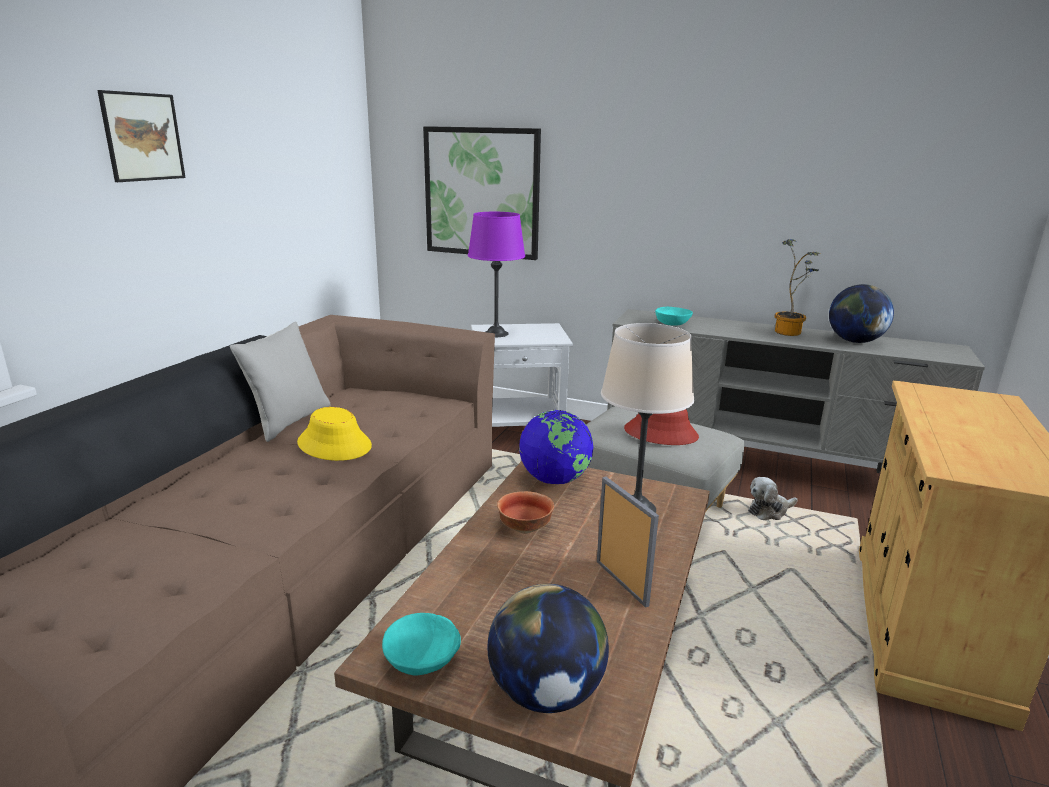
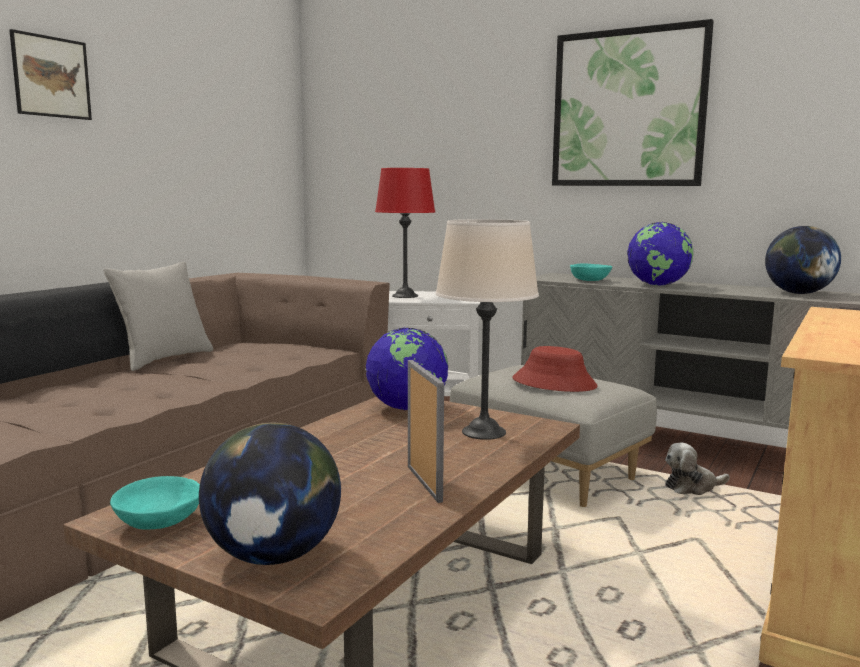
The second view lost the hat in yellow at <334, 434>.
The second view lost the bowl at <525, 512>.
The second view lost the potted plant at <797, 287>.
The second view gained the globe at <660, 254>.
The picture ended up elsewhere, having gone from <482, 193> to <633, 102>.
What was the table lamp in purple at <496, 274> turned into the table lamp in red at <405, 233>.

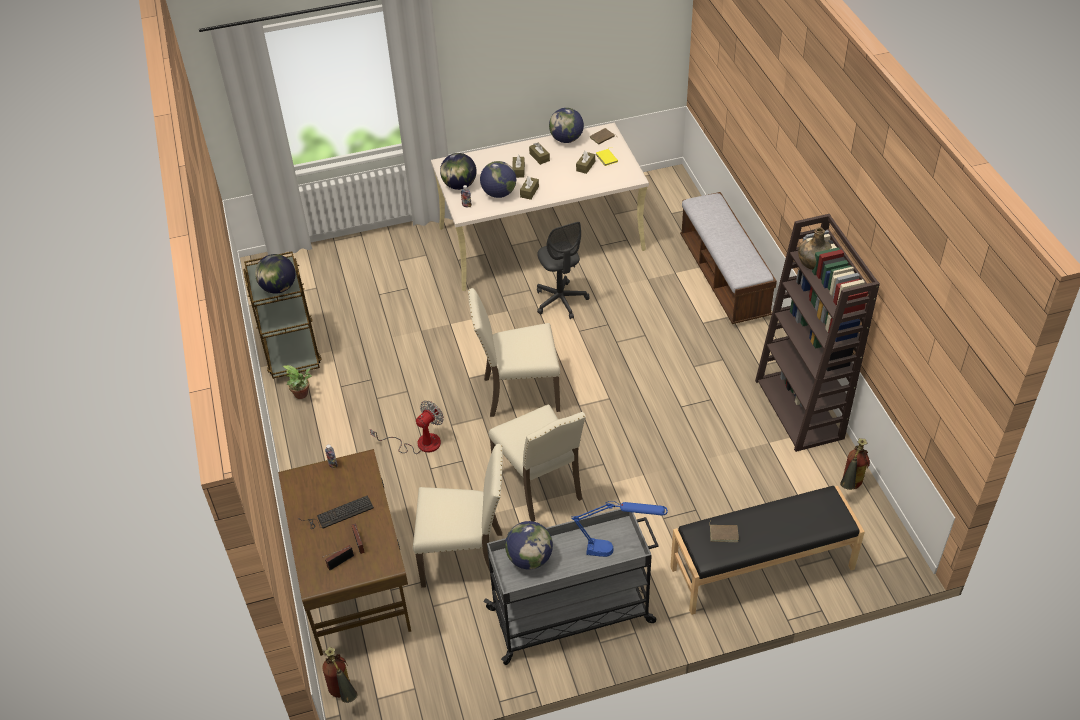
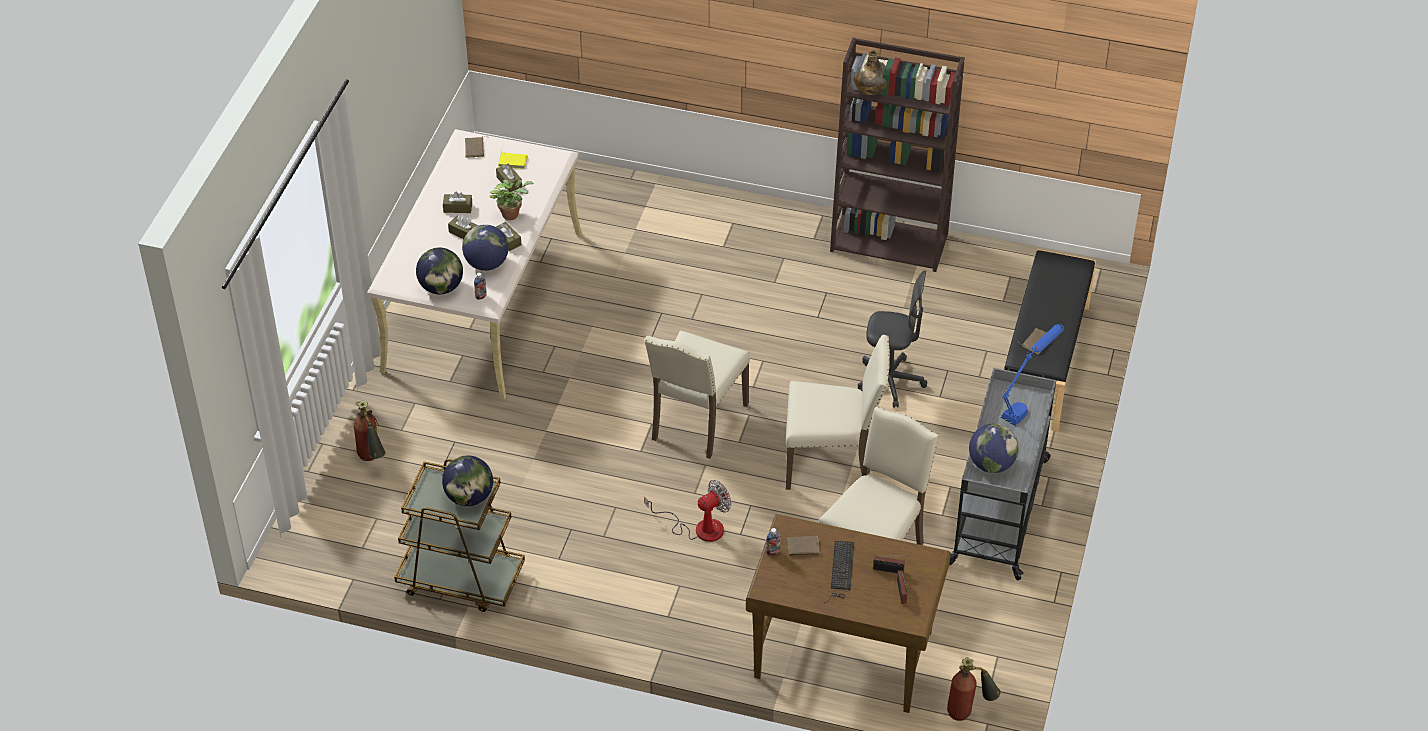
The second view lost the globe at <566, 125>.
The second view lost the bench at <728, 258>.
The second view gained the book in brown at <804, 547>.
The potted plant ended up elsewhere, having gone from <297, 382> to <512, 200>.
The office chair in grey ended up elsewhere, having gone from <563, 270> to <892, 339>.
The fire extinguisher ended up elsewhere, having gone from <855, 464> to <370, 431>.
The fan at <407, 427> ended up facing another way, 75 degrees clockwise from before.

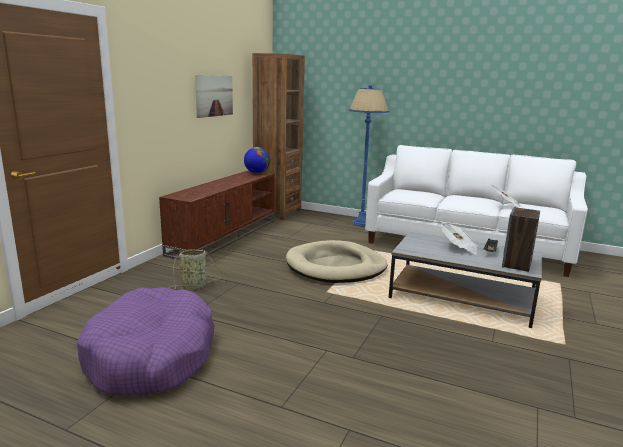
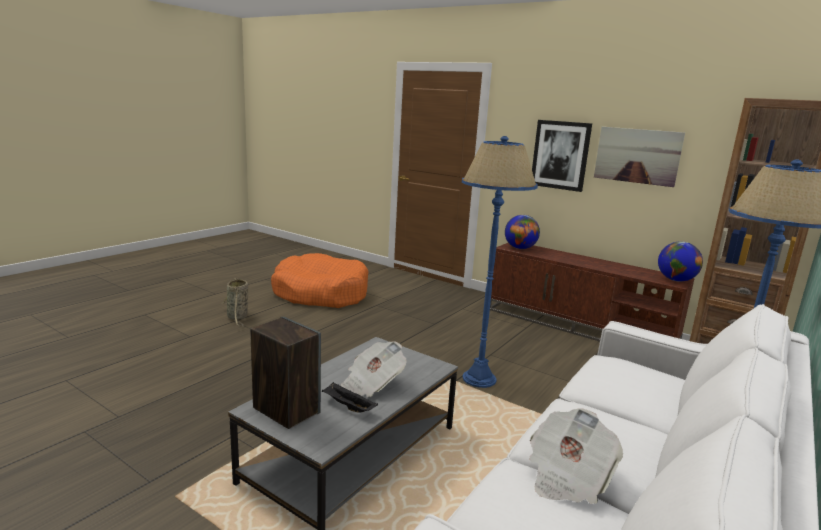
The second view gained the globe at <522, 232>.
The second view gained the picture at <562, 156>.
The basket ended up elsewhere, having gone from <198, 269> to <234, 302>.
Where the dog bed in beige stood at <336, 261>, the floor lamp in blue came to stand at <500, 262>.
What was the dog bed in purple at <145, 341> turned into the dog bed in orange at <320, 280>.

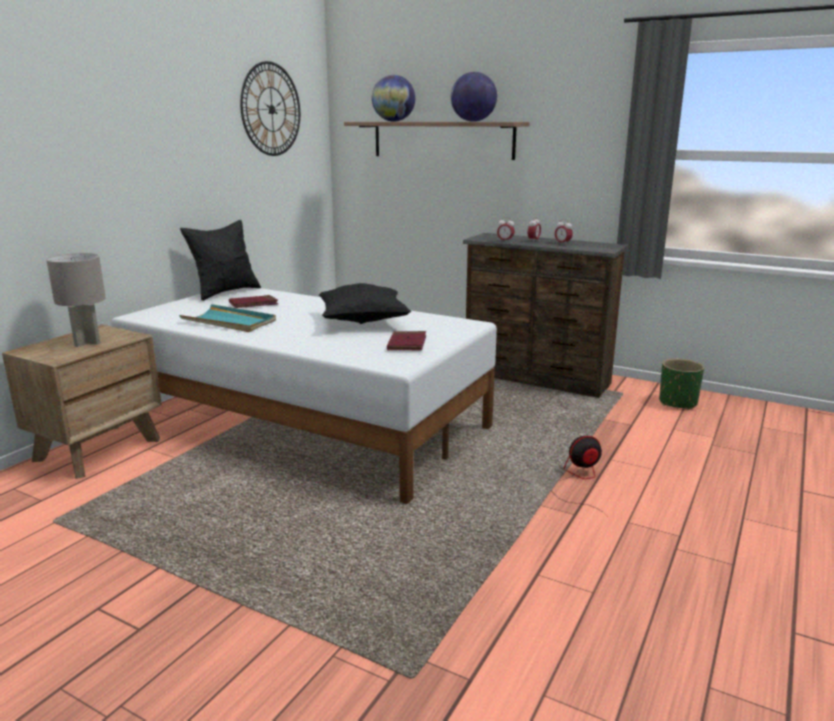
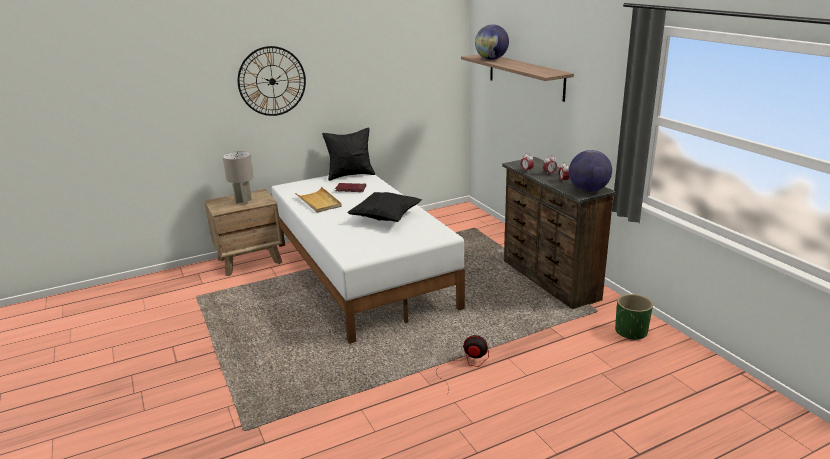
The second view lost the book in red at <406, 340>.
The wall clock ended up elsewhere, having gone from <270, 108> to <272, 81>.
The globe ended up elsewhere, having gone from <474, 97> to <590, 171>.
What was the tray in turquoise at <227, 318> turned into the tray in beige at <318, 200>.

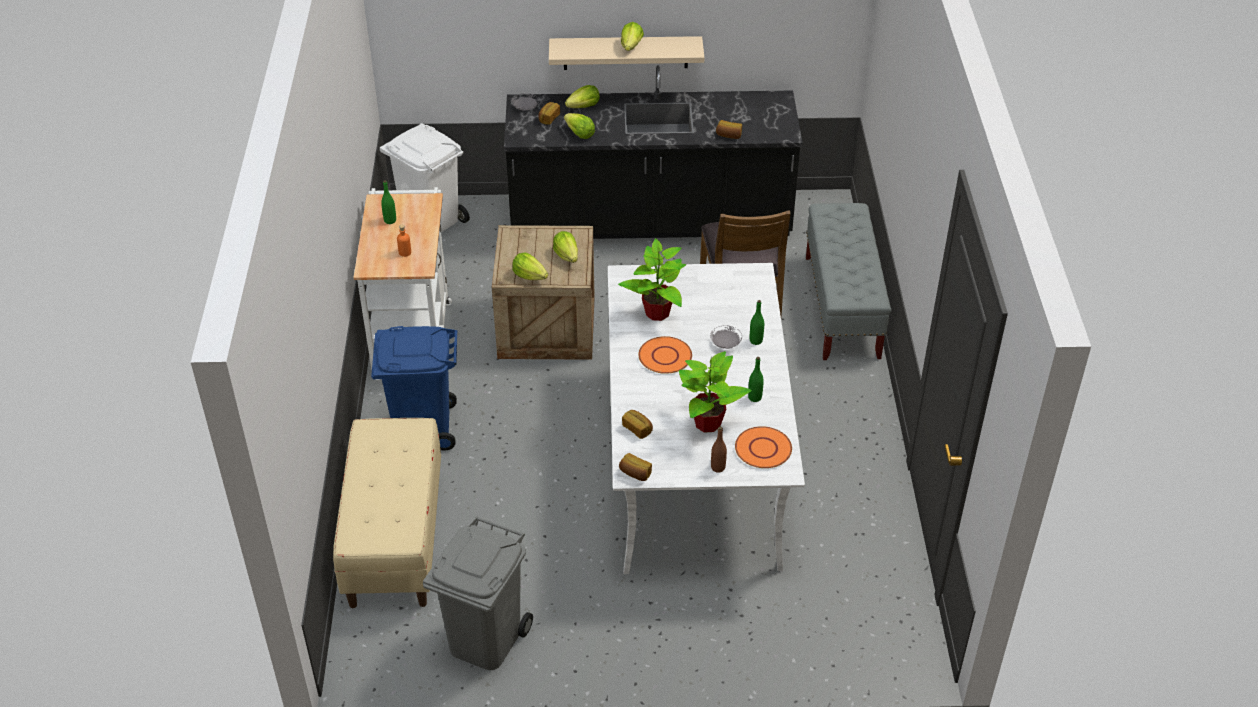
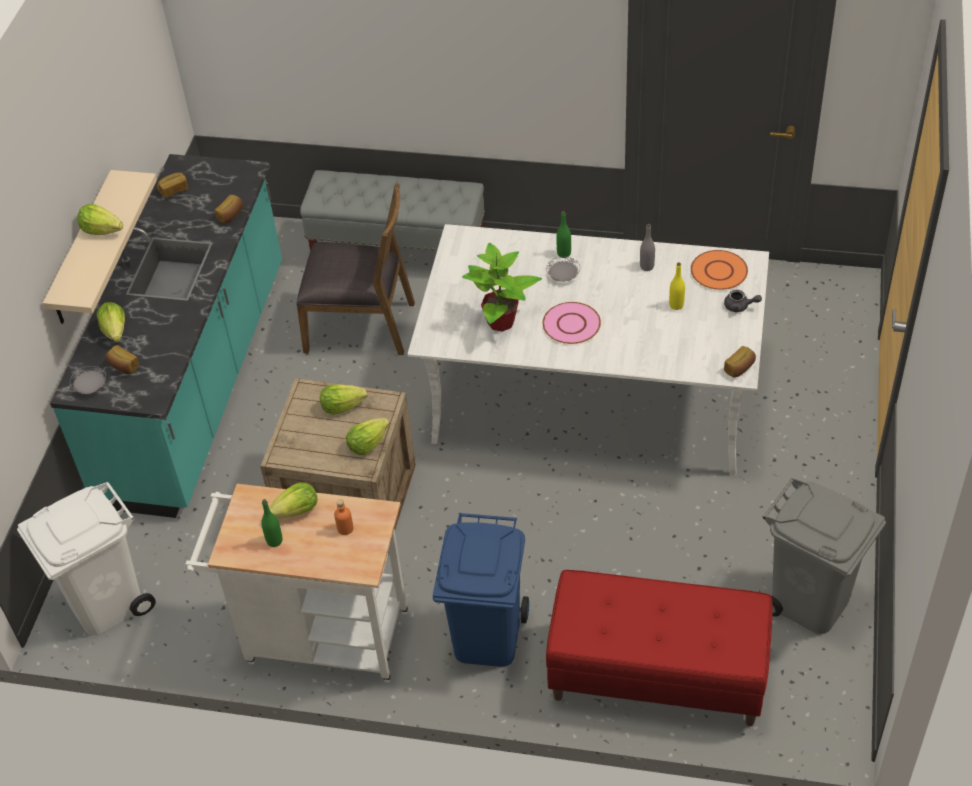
The lettuce ended up elsewhere, having gone from <579, 126> to <293, 500>.
The bread ended up elsewhere, having gone from <637, 424> to <172, 185>.
Where the potted plant stood at <715, 392>, the bottle in yellow came to stand at <677, 286>.
Where the bottle in brown stood at <719, 450>, the teapot in grey came to stand at <743, 301>.
What was the bench in beige at <387, 513> turned into the bench in red at <659, 648>.
What was the counter in black at <653, 152> turned into the counter in turquoise at <166, 336>.
What was the plate in orange at <665, 355> turned into the plate in pink at <572, 323>.
What was the bottle in green at <756, 379> turned into the bottle in grey at <647, 247>.

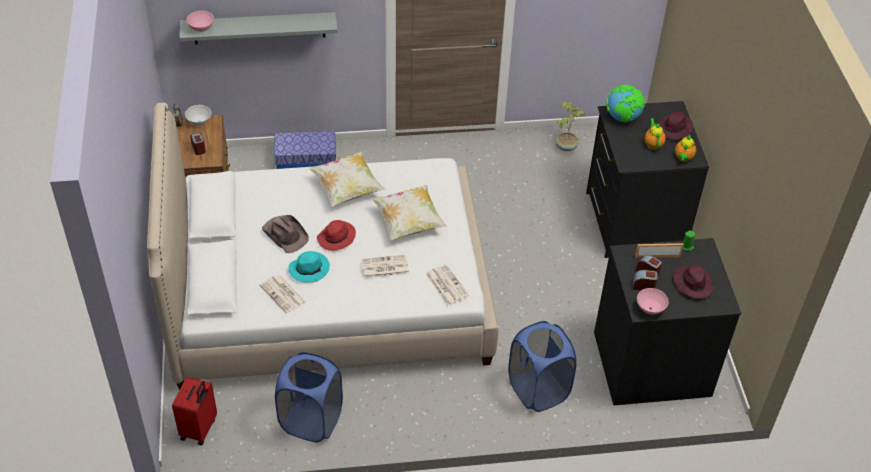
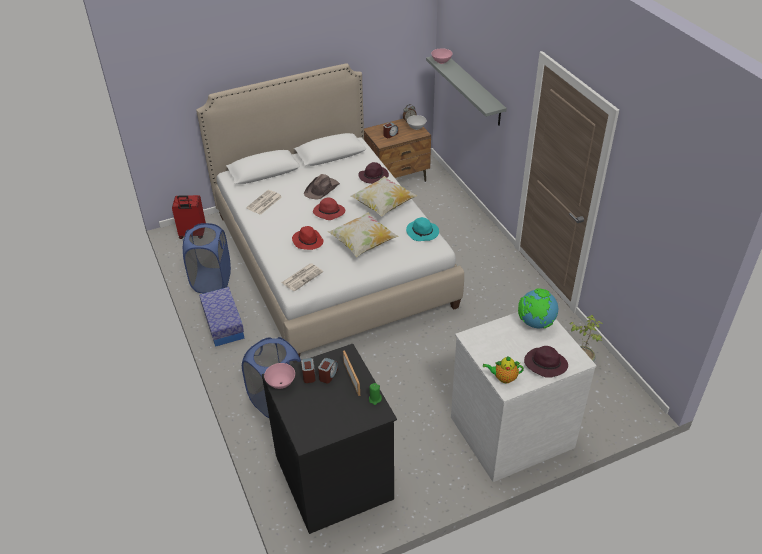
The second view lost the teapot at <655, 134>.
The storage box ended up elsewhere, having gone from <305, 150> to <221, 317>.
The hat in turquoise ended up elsewhere, having gone from <309, 267> to <422, 229>.
The hat in purple ended up elsewhere, having gone from <693, 282> to <373, 173>.
Where the newspaper stood at <385, 266>, the hat in red came to stand at <307, 238>.
What was the dresser in black at <647, 179> turned into the dresser in white at <524, 397>.

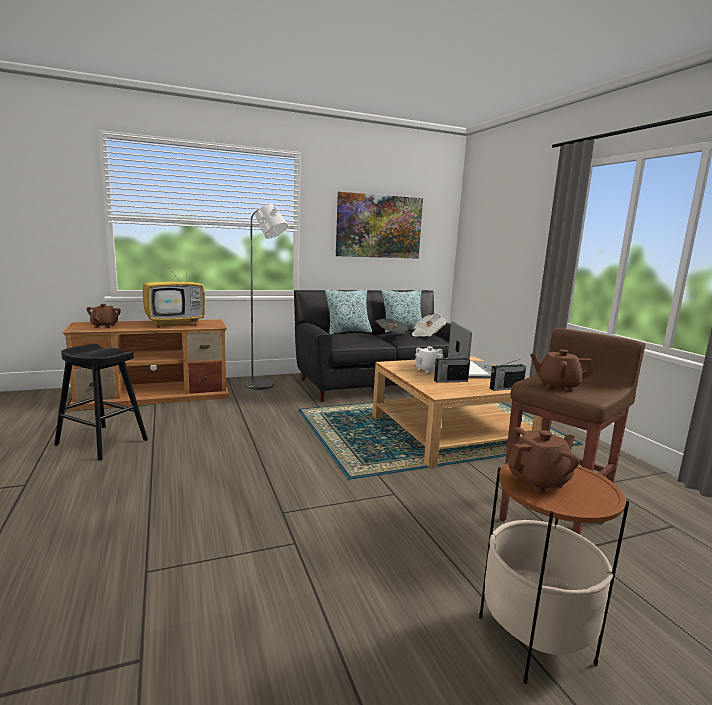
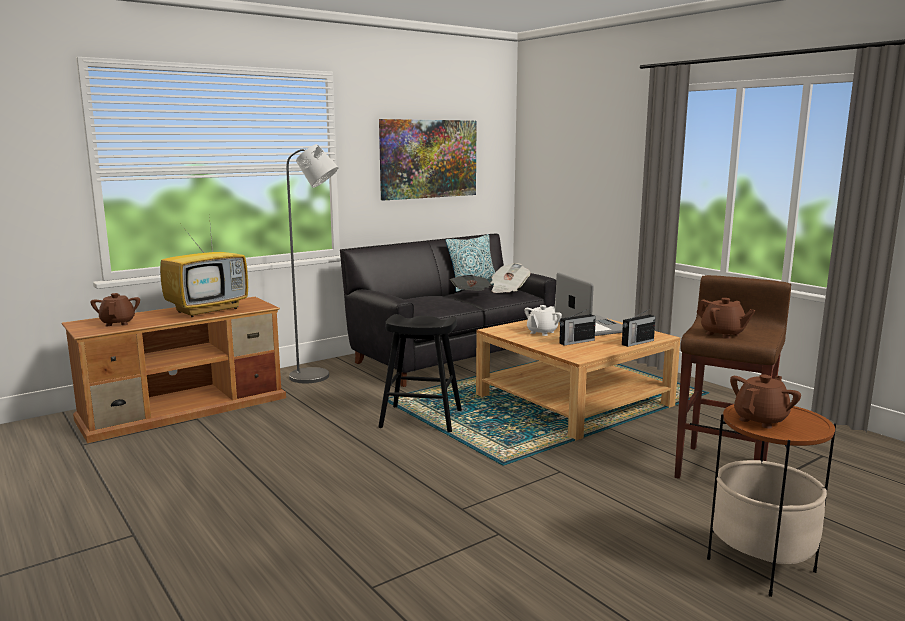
The second view lost the pillow at <348, 312>.
The stool in black ended up elsewhere, having gone from <101, 402> to <420, 373>.
The teapot in brown at <561, 370> ended up facing another way, 135 degrees counterclockwise from before.

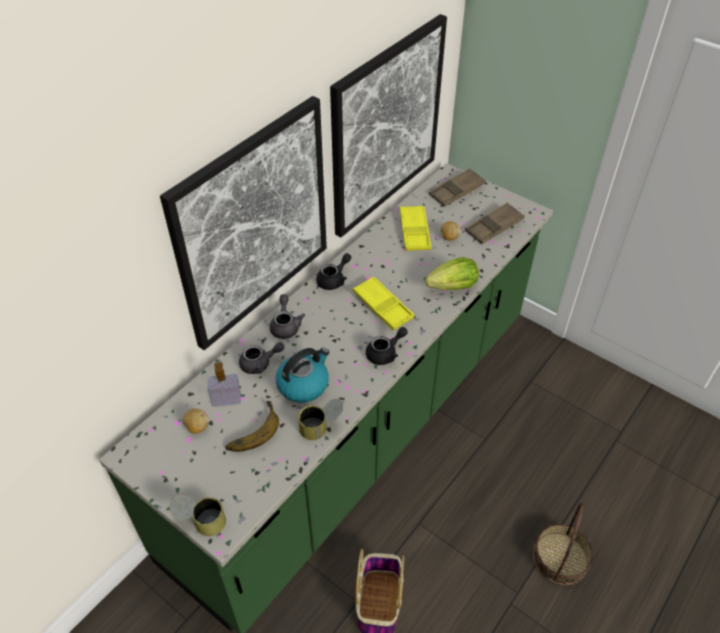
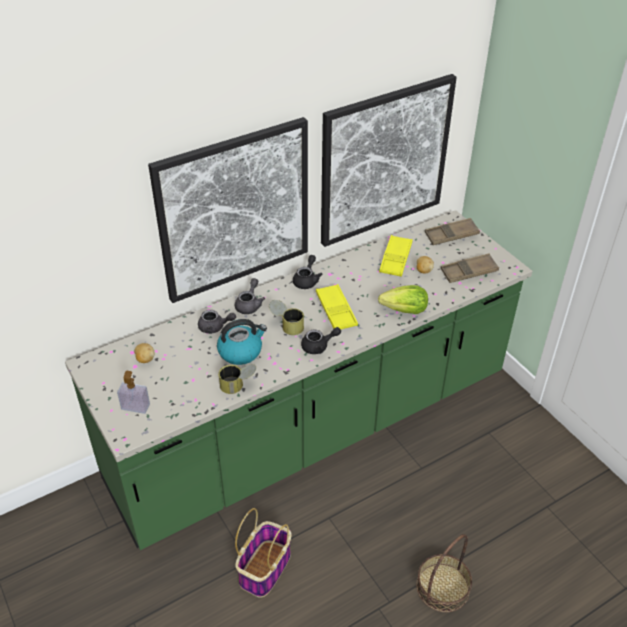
The second view lost the banana at <252, 426>.
The can ended up elsewhere, having gone from <197, 515> to <286, 317>.
The soap dispenser ended up elsewhere, having gone from <224, 384> to <133, 392>.
The teapot in black at <333, 271> ended up facing another way, 45 degrees counterclockwise from before.

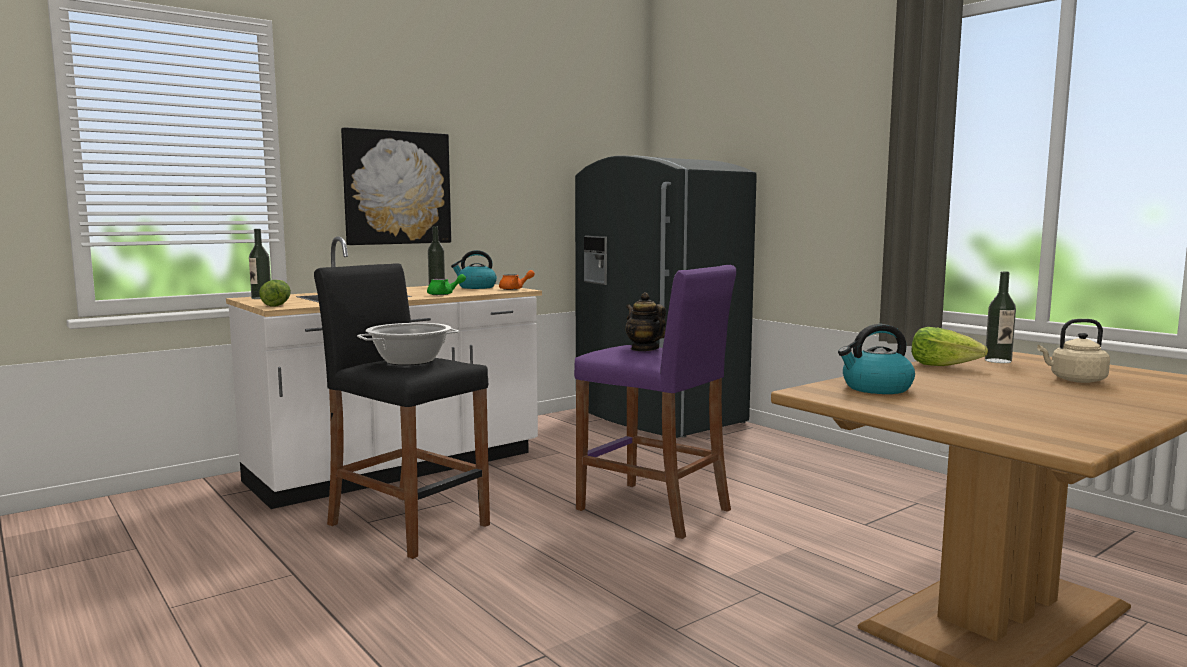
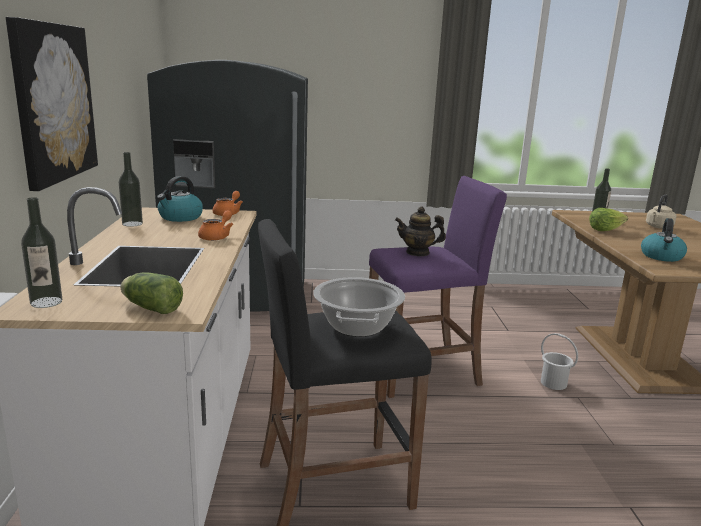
The second view gained the bucket in white at <559, 361>.
What was the teapot in green at <446, 284> turned into the teapot in orange at <215, 225>.

